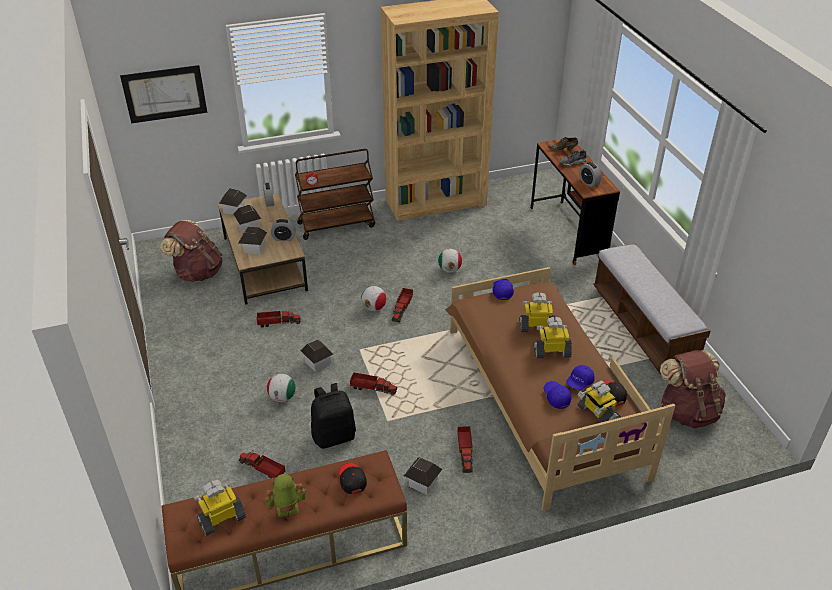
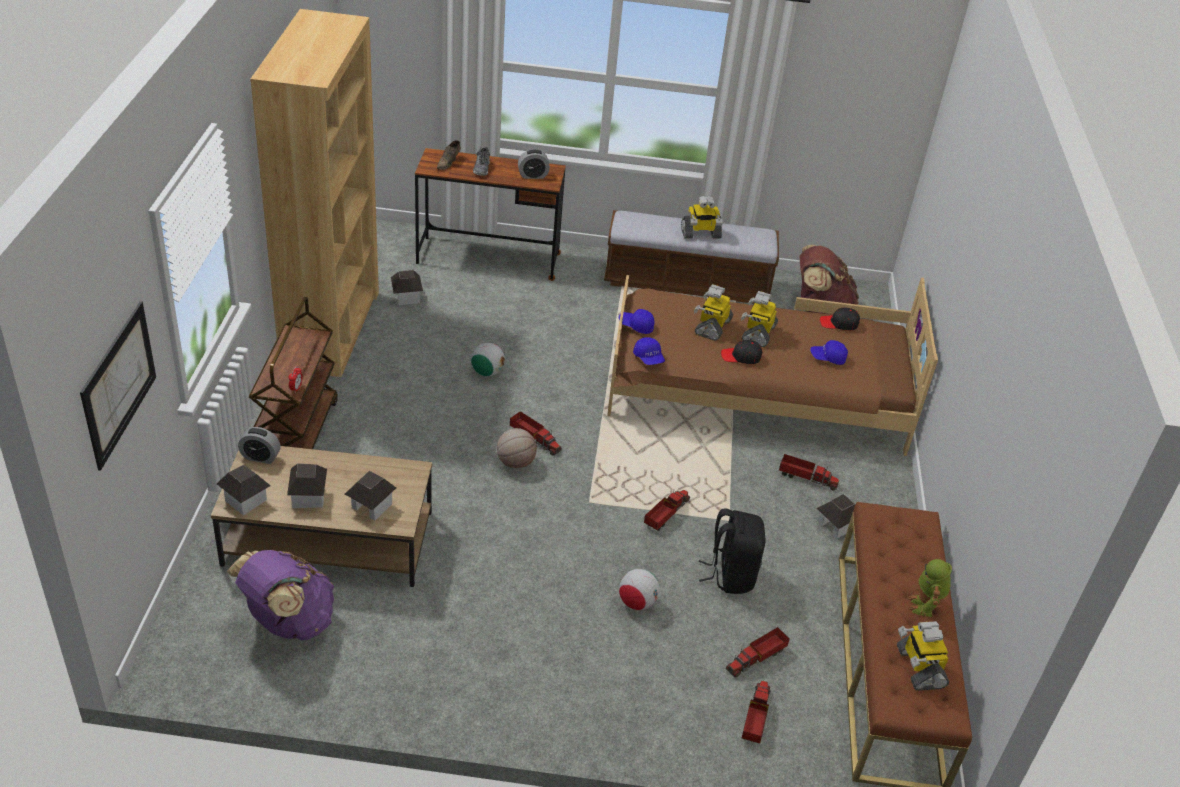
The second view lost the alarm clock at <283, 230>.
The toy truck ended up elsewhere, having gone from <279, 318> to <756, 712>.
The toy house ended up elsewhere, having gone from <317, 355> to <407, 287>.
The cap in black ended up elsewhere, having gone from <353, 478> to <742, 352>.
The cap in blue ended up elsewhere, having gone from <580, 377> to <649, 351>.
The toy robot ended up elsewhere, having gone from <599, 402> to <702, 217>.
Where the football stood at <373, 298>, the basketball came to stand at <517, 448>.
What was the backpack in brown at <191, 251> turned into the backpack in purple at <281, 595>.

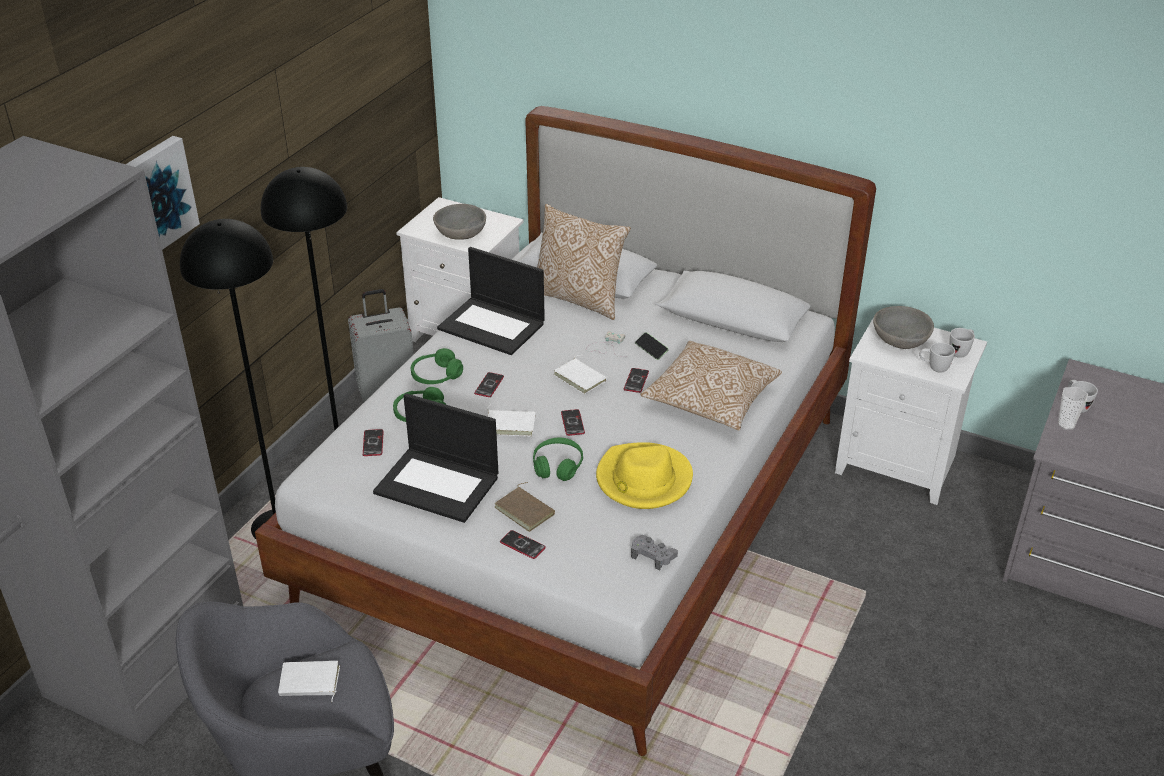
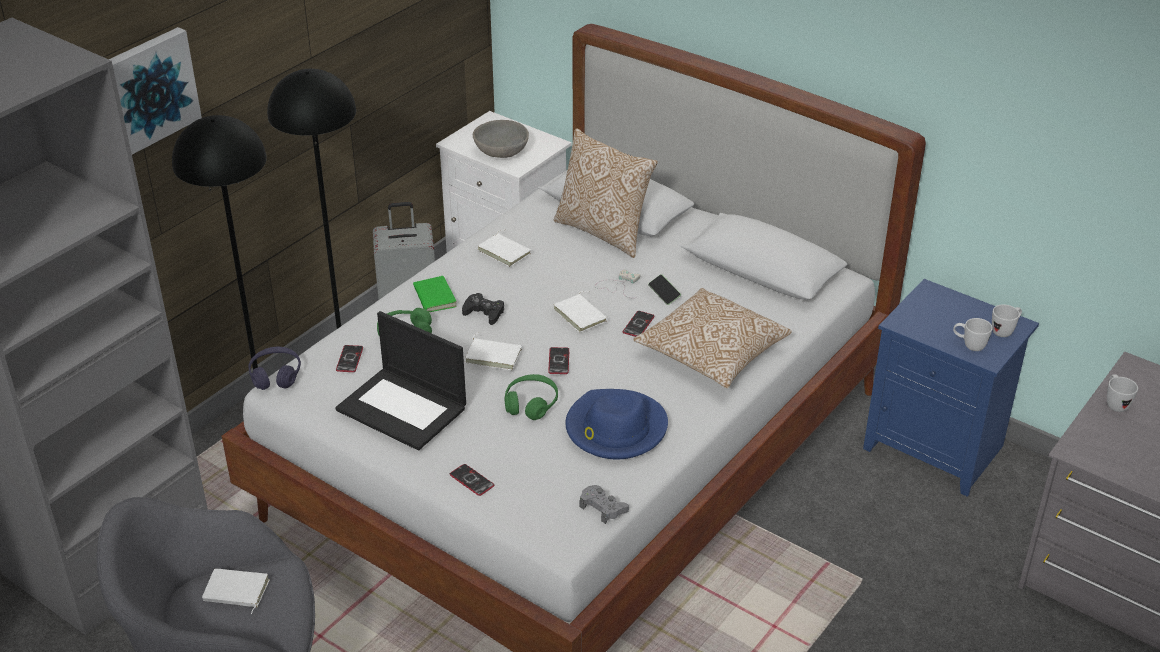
The second view lost the book in brown at <525, 507>.
The second view lost the bowl in grey at <903, 327>.
The second view lost the cup at <1073, 408>.
The second view gained the headphones in purple at <275, 368>.
Where the headphones in green stood at <437, 366>, the book in green came to stand at <435, 294>.
Where the laptop stood at <491, 301>, the book in white came to stand at <504, 248>.
Where the phone stood at <489, 384>, the game controller in black came to stand at <483, 309>.
What was the hat in yellow at <644, 475> turned into the hat in blue at <616, 424>.
What was the nightstand in white at <911, 408> turned into the nightstand in blue at <951, 388>.

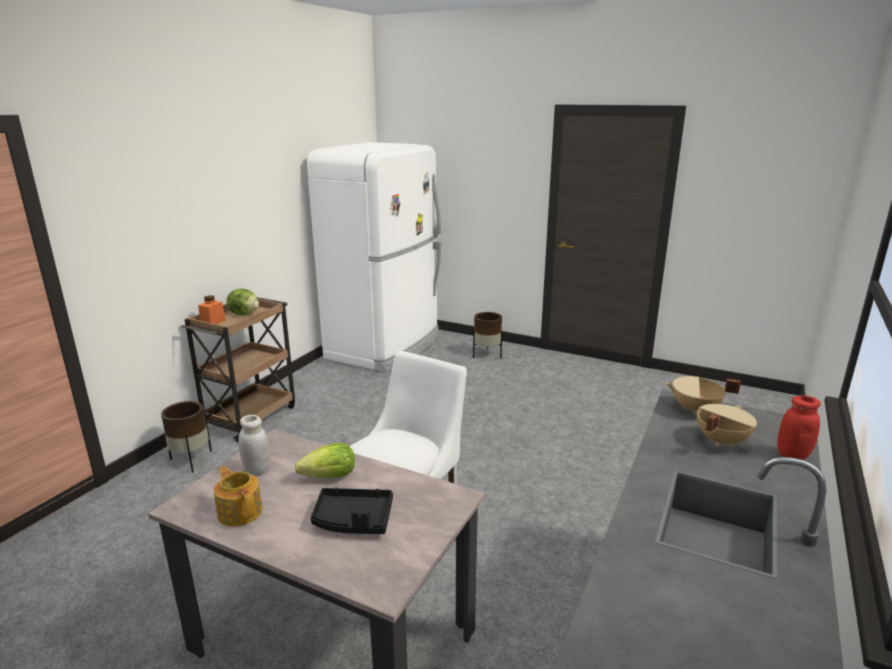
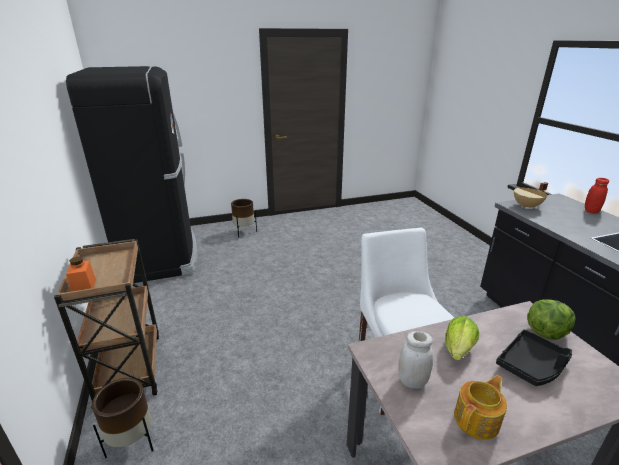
The second view lost the cooking pot in beige at <727, 425>.
The lettuce ended up elsewhere, having gone from <243, 301> to <551, 319>.
What was the fridge in white at <374, 257> turned into the fridge in black at <132, 174>.
The teapot at <238, 496> ended up facing another way, 135 degrees clockwise from before.

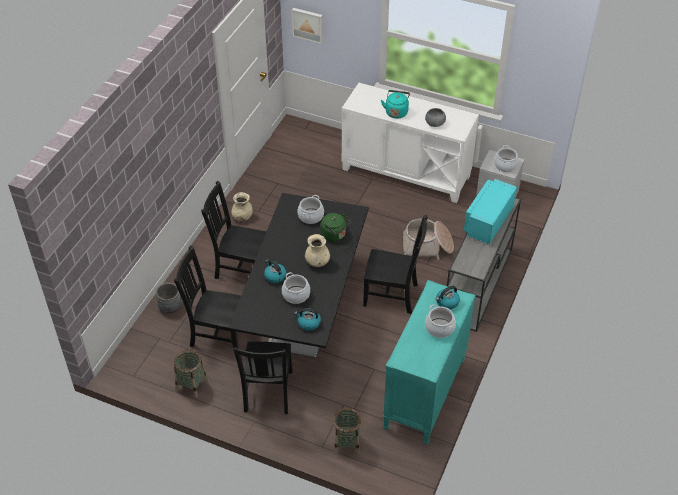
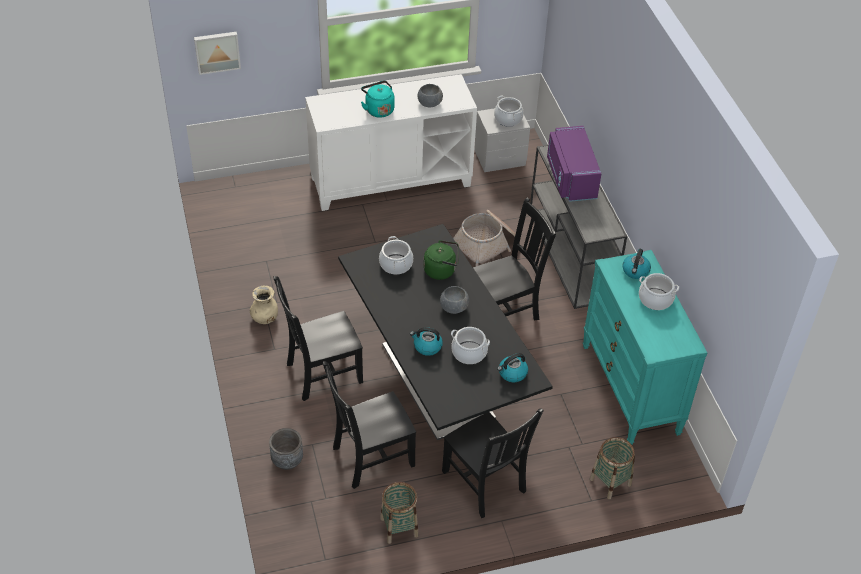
Where the vase in beige stood at <317, 250>, the bowl in grey came to stand at <454, 300>.
What was the microwave in turquoise at <490, 212> turned into the microwave in purple at <574, 164>.

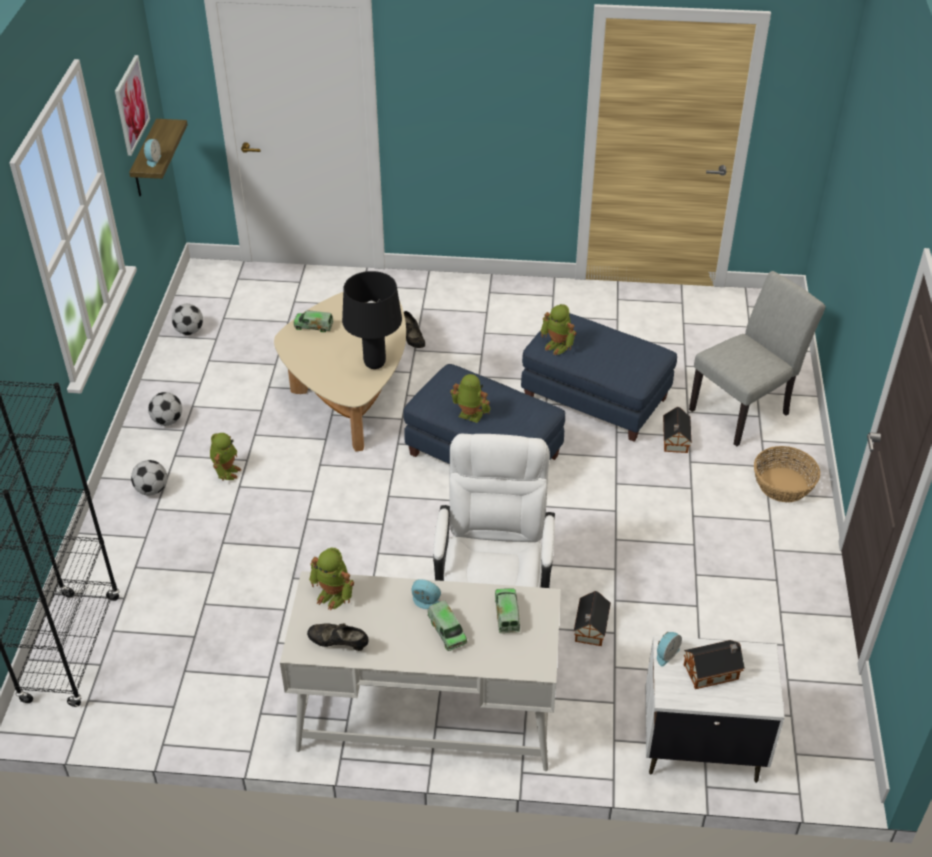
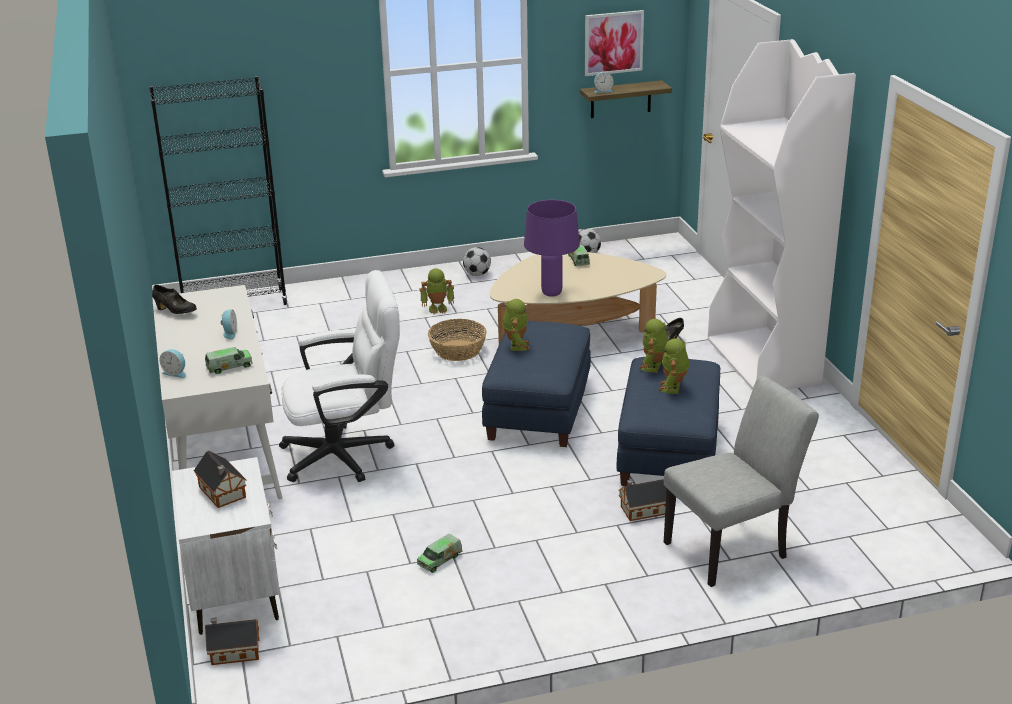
The second view lost the football at <149, 477>.
The second view gained the bookcase in white at <782, 214>.
The toy robot ended up elsewhere, having gone from <331, 579> to <674, 366>.
The toy truck ended up elsewhere, having gone from <447, 625> to <440, 553>.
The toy house ended up elsewhere, having gone from <592, 618> to <232, 641>.
The alarm clock ended up elsewhere, having gone from <669, 649> to <173, 363>.
The basket ended up elsewhere, having gone from <787, 474> to <457, 340>.
What was the table lamp in black at <372, 320> turned into the table lamp in purple at <552, 248>.
The shoe in black at <337, 637> ended up facing another way, 120 degrees clockwise from before.
The chair in grey at <757, 358> ended up facing another way, 60 degrees counterclockwise from before.

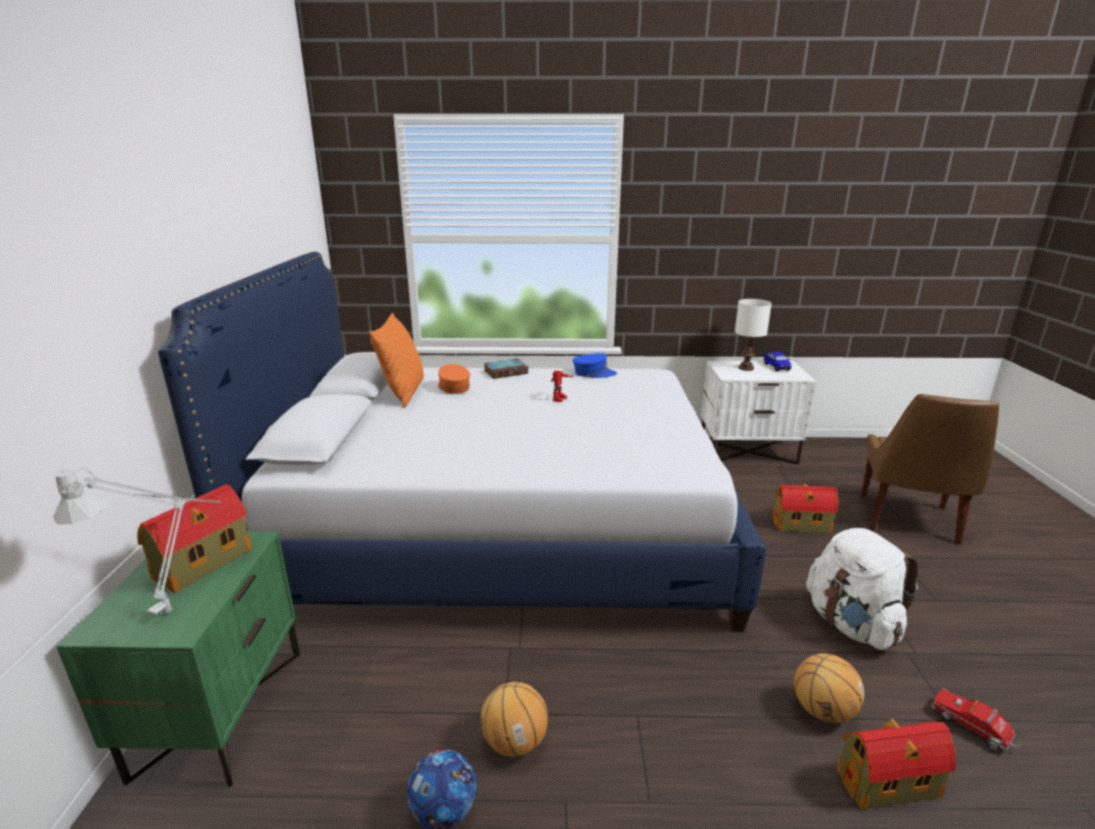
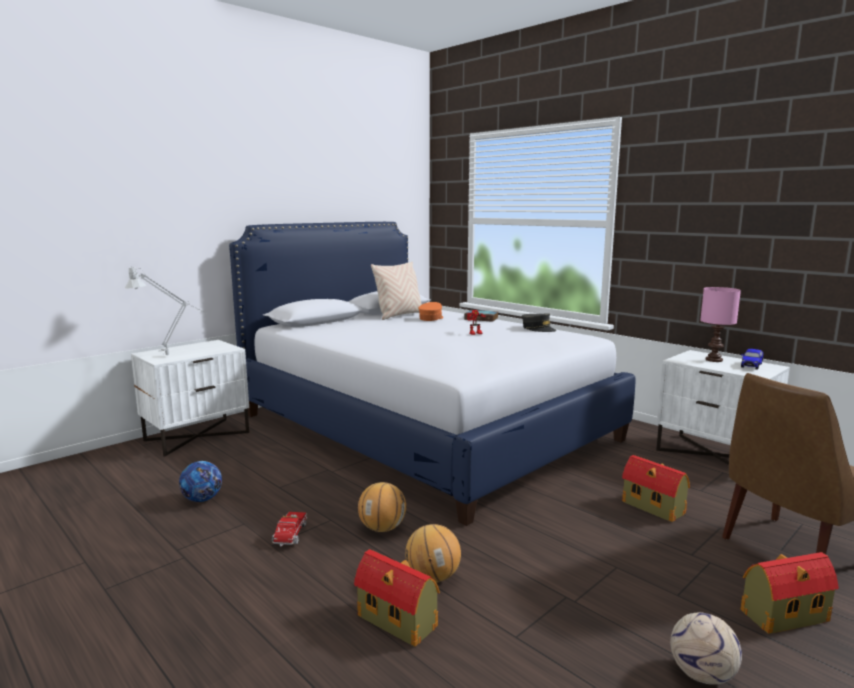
The second view lost the backpack in white at <862, 589>.
The second view gained the football at <706, 648>.
The toy house ended up elsewhere, having gone from <194, 538> to <790, 593>.
The basketball ended up elsewhere, having gone from <514, 719> to <382, 507>.
The toy truck ended up elsewhere, having gone from <977, 719> to <289, 529>.
What was the nightstand in green at <178, 659> turned into the nightstand in white at <190, 398>.
What was the pillow in orange at <396, 360> turned into the pillow in beige at <396, 291>.
What was the cap in blue at <595, 365> turned into the cap in grey at <539, 322>.
What was the table lamp in white at <753, 335> turned into the table lamp in pink at <720, 324>.

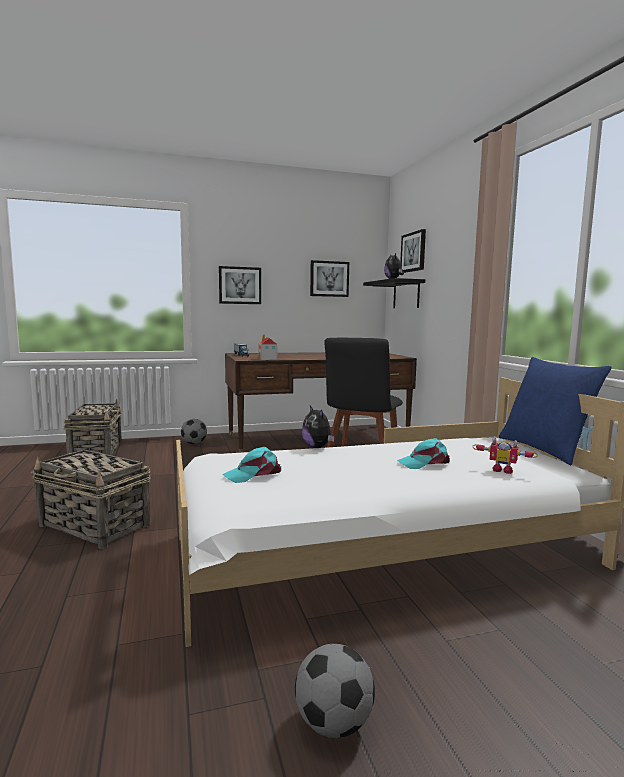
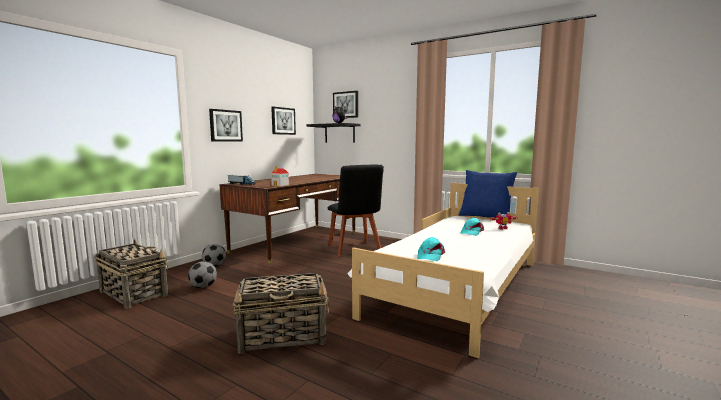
The second view lost the plush toy at <318, 427>.
The football ended up elsewhere, having gone from <335, 691> to <202, 274>.

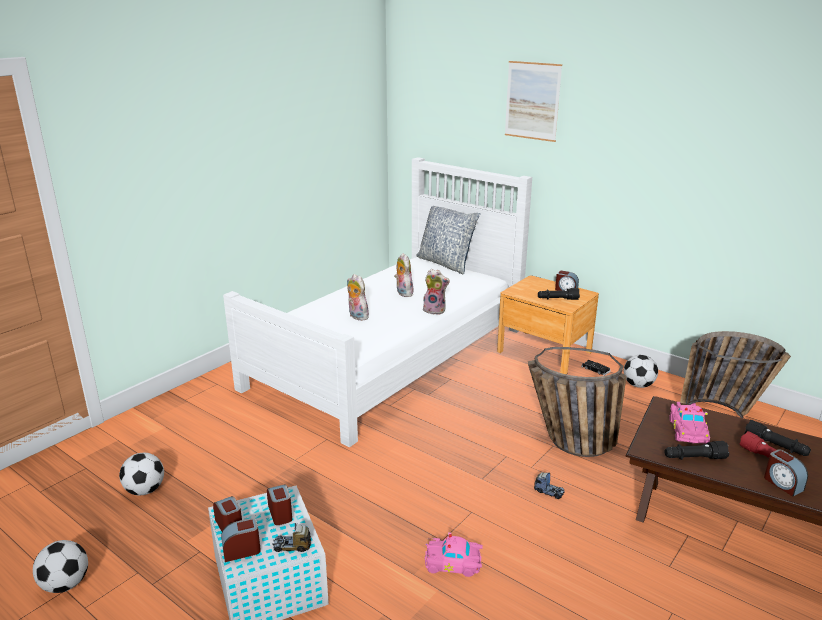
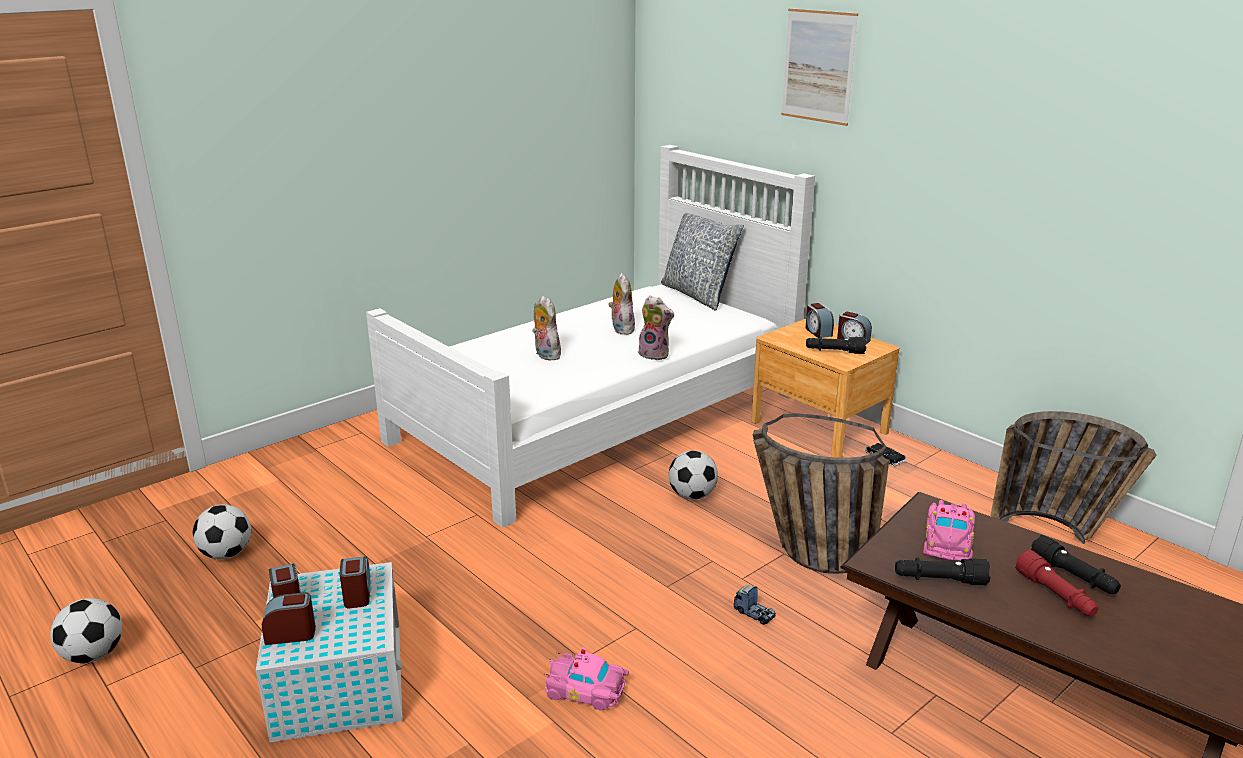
The second view lost the toy truck at <292, 537>.
The football ended up elsewhere, having gone from <641, 371> to <693, 475>.
The alarm clock ended up elsewhere, having gone from <786, 473> to <820, 320>.

